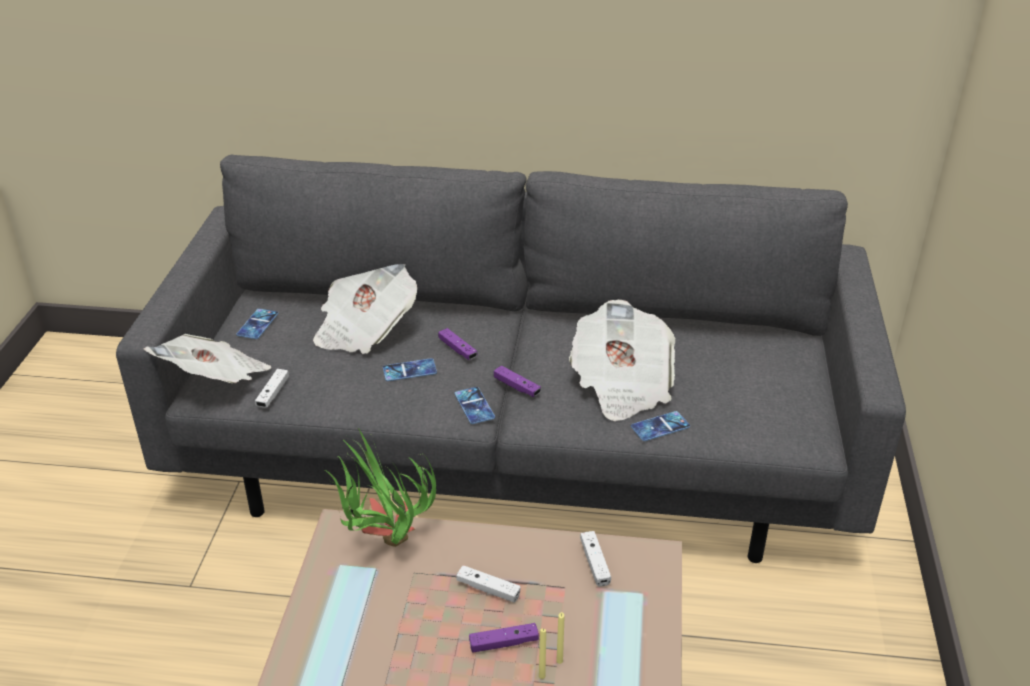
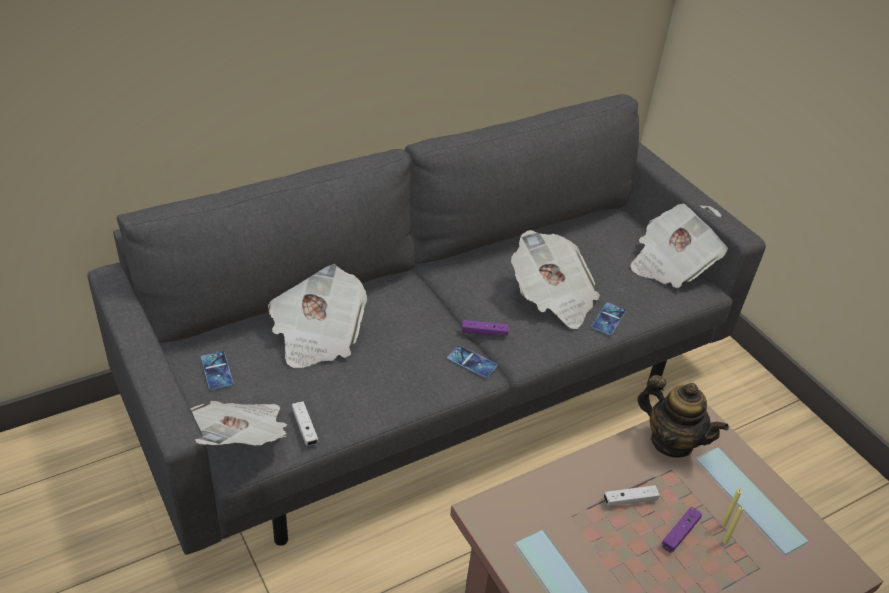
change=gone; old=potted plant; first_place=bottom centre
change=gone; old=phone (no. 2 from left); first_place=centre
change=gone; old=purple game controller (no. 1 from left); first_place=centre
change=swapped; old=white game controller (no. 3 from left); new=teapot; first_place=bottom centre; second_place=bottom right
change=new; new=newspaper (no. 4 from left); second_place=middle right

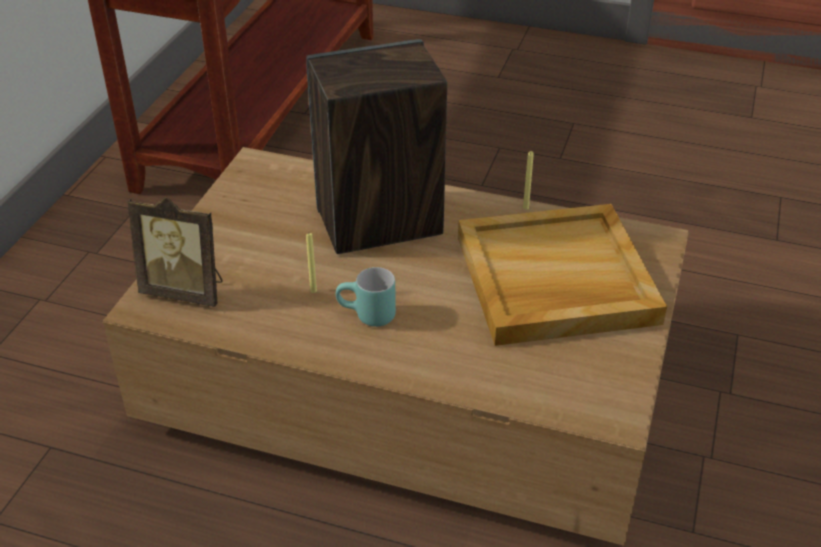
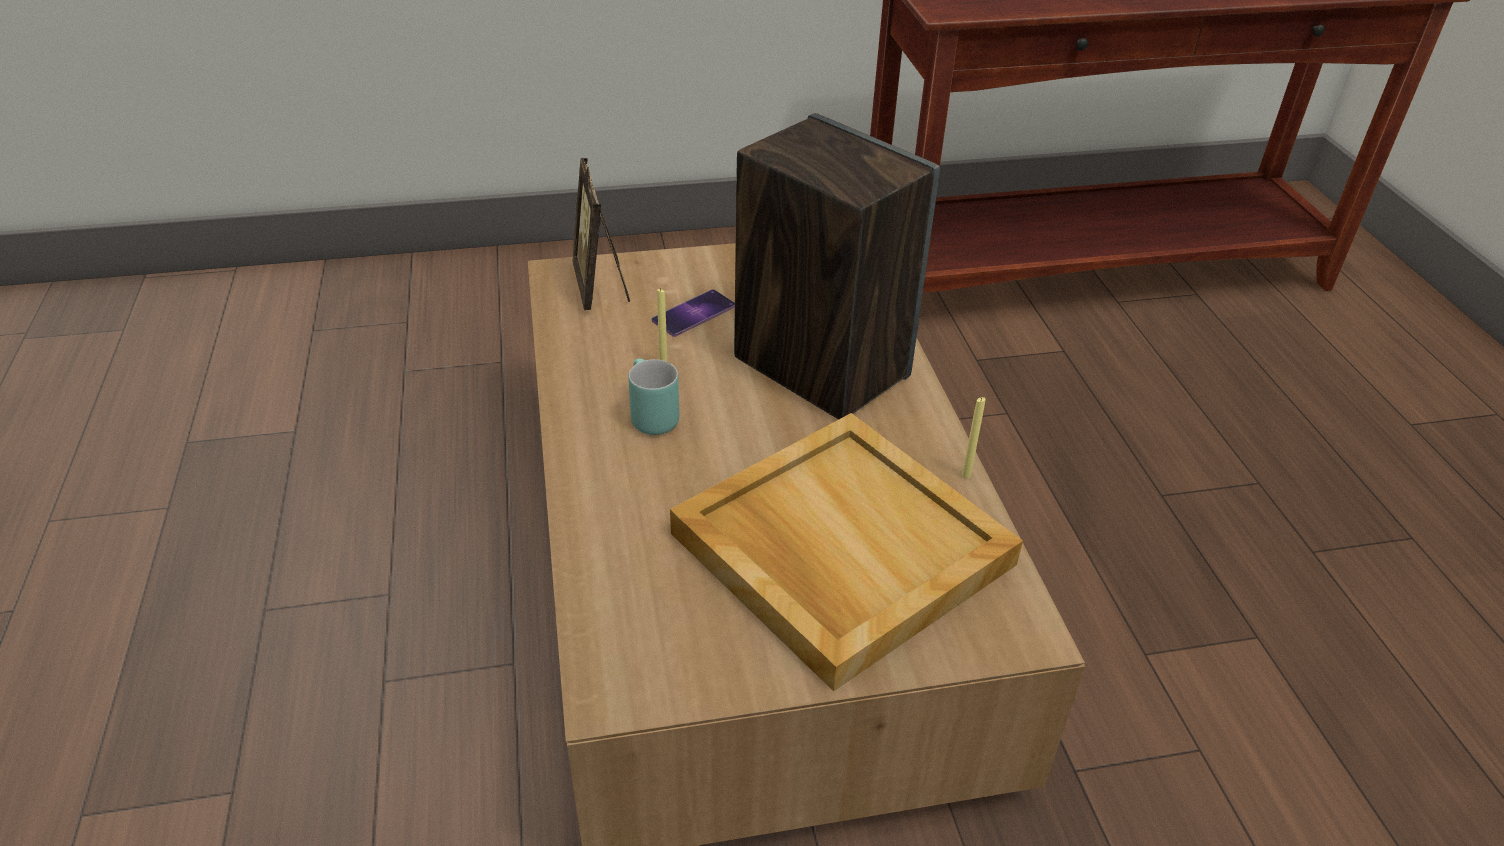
change=new; new=phone; second_place=centre

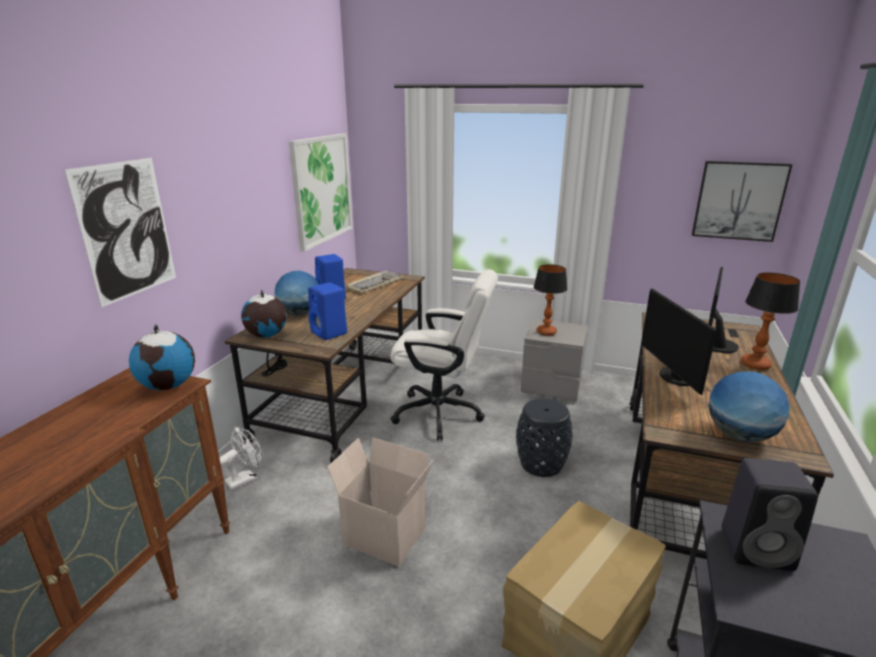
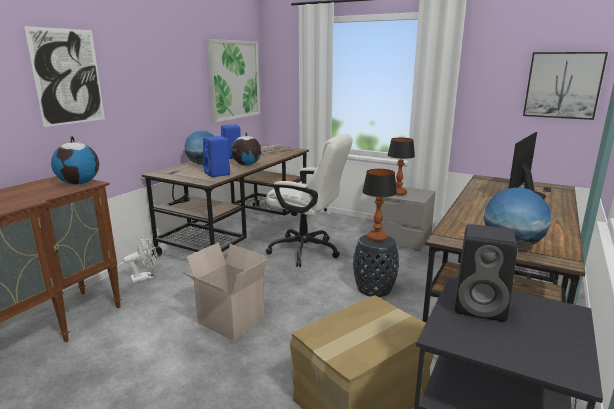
change=shifted; old=globe (no. 2 from left in the first image); new=globe (no. 3 from left); first_place=middle left; second_place=centre
change=gone; old=monitor (no. 1 from left); first_place=middle right
change=shifted; old=table lamp (no. 2 from left in the first image); new=table lamp (no. 1 from left); first_place=middle right; second_place=centre

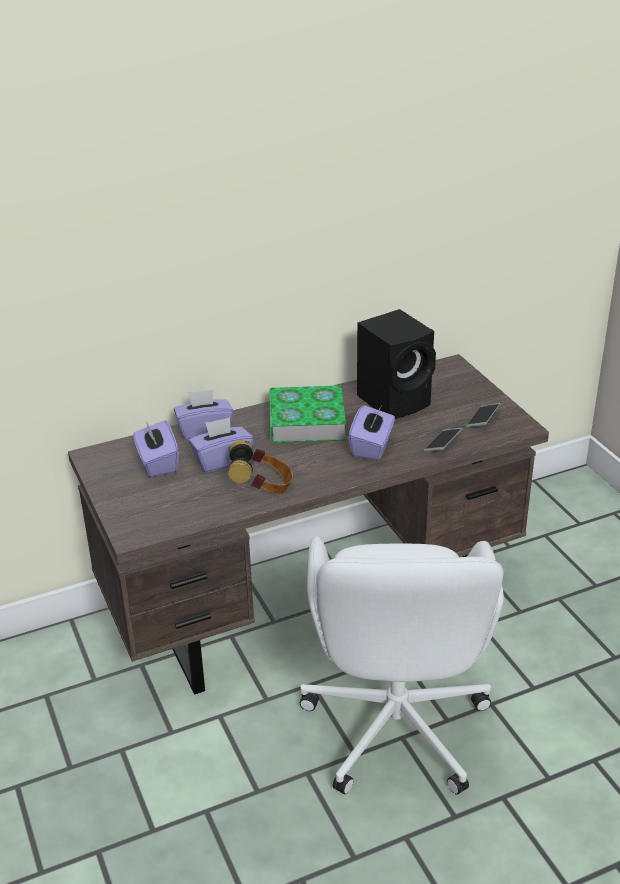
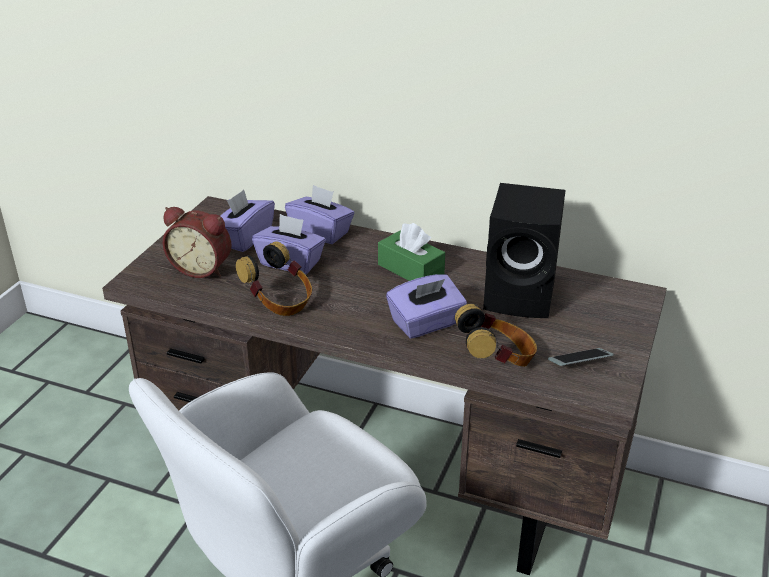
change=swapped; old=book; new=green tissue box; first_place=centre; second_place=centre
change=swapped; old=phone (no. 1 from left); new=headphones (no. 2 from left); first_place=middle right; second_place=centre
change=new; new=alarm clock; second_place=middle left

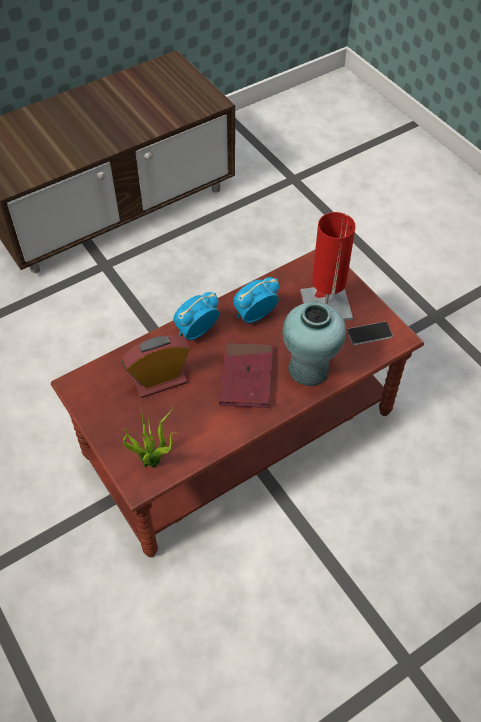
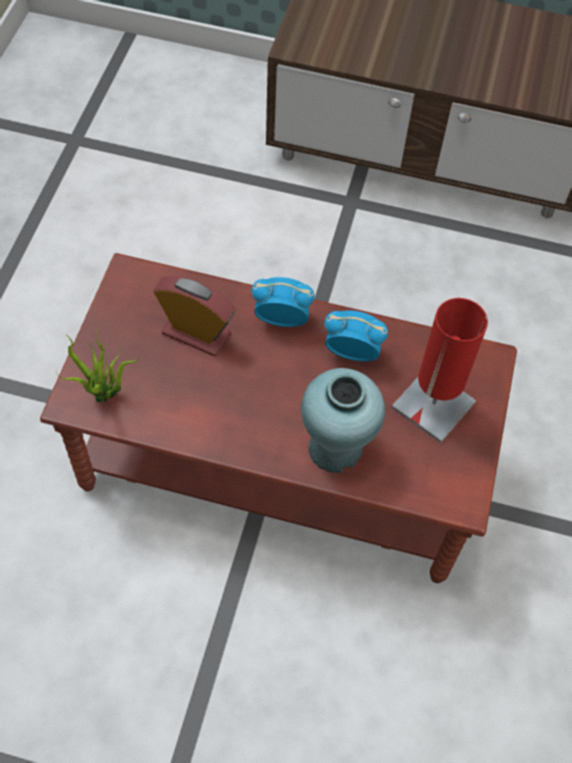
change=gone; old=red book; first_place=centre
change=gone; old=phone; first_place=middle right

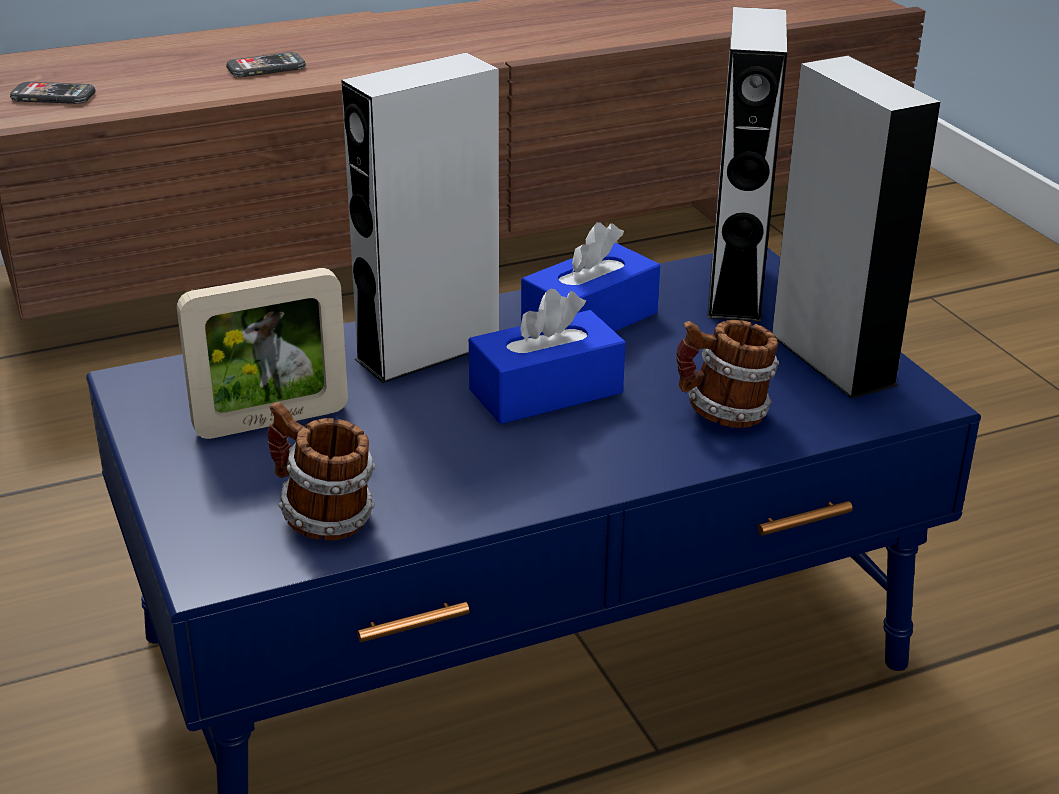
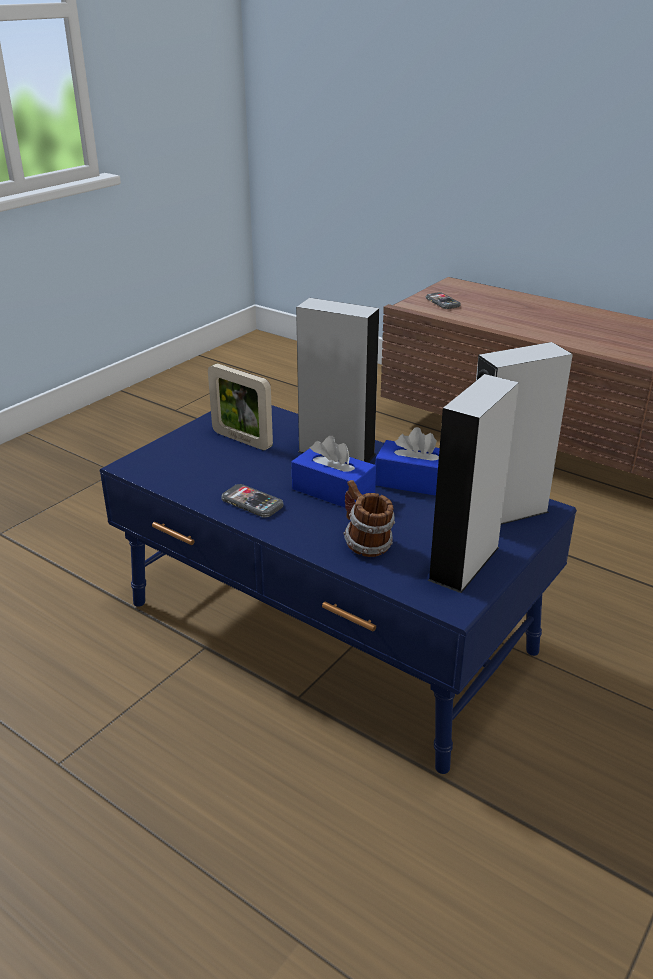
change=shifted; old=phone (no. 2 from left in the first image); new=phone (no. 1 from left); first_place=top left; second_place=centre
change=gone; old=mug (no. 1 from left); first_place=middle left

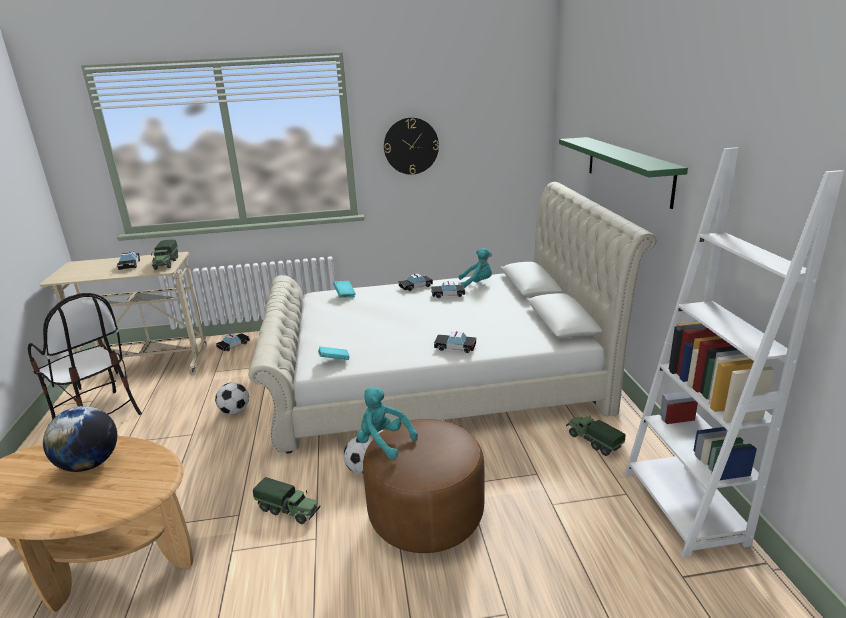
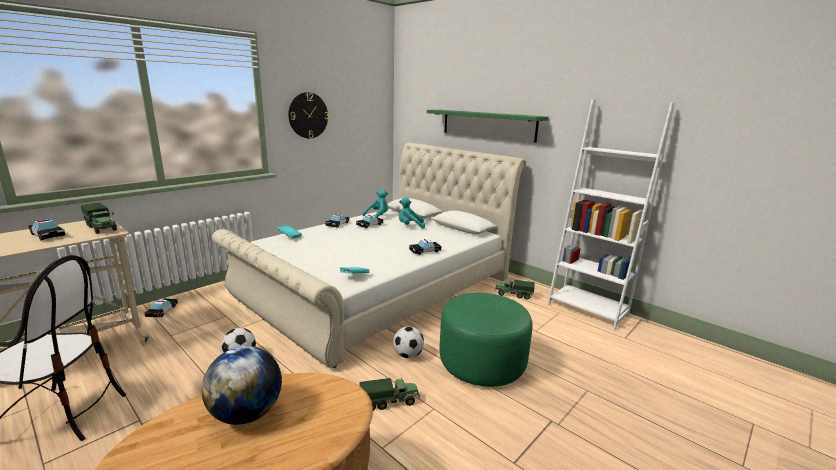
change=shifted; old=turquoise plush toy (no. 1 from left in the first image); new=turquoise plush toy (no. 2 from left); first_place=bottom centre; second_place=centre
change=repainted; old=brown ottoman; new=green ottoman; first_place=bottom centre; second_place=bottom centre

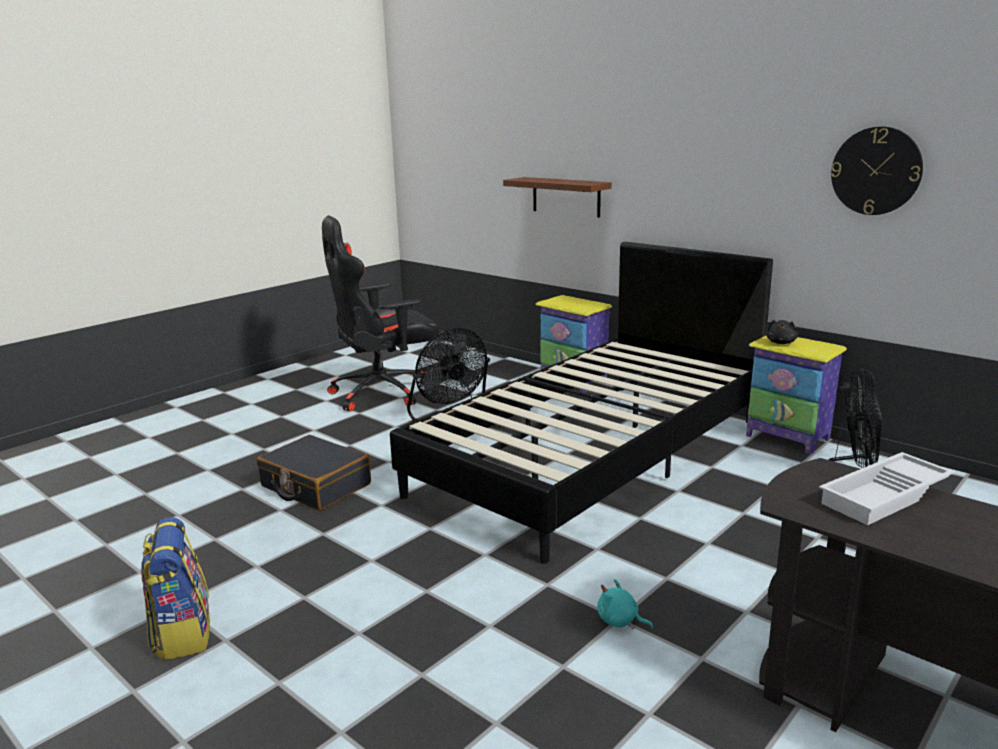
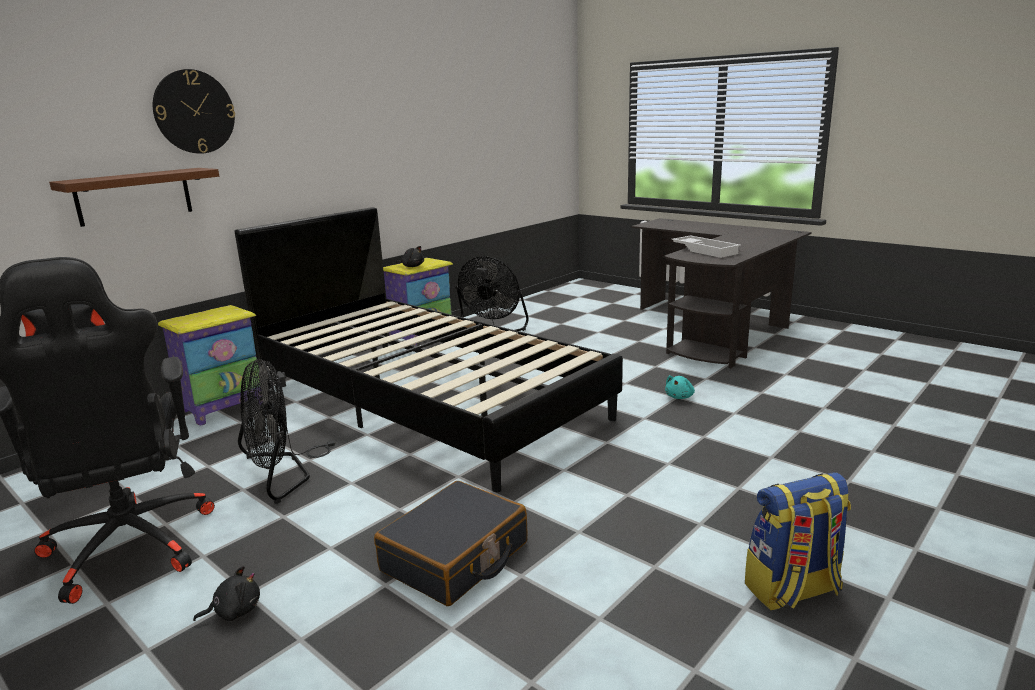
change=shifted; old=wall clock; first_place=top right; second_place=top left
change=new; new=black plush toy (no. 1 from left); second_place=bottom left

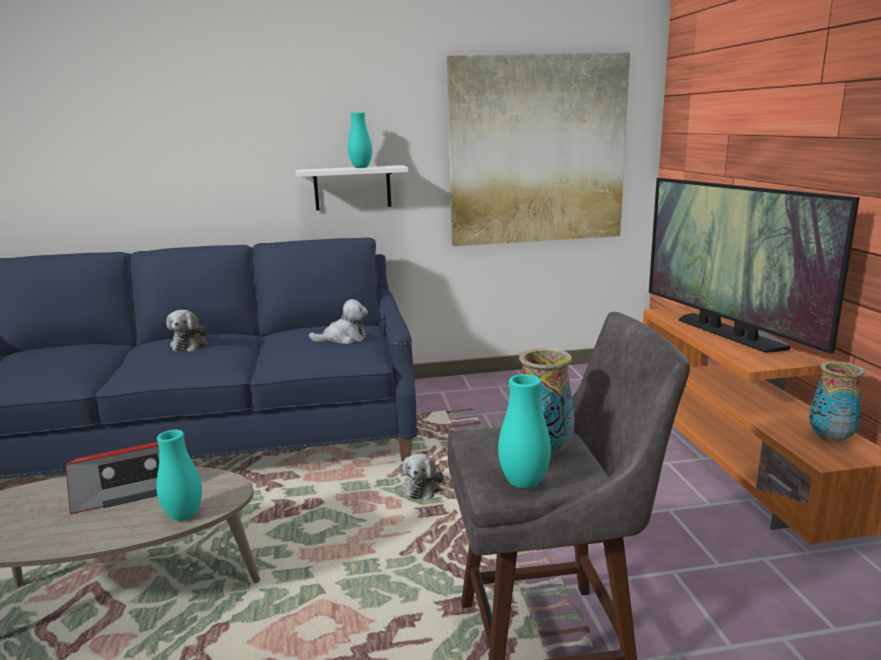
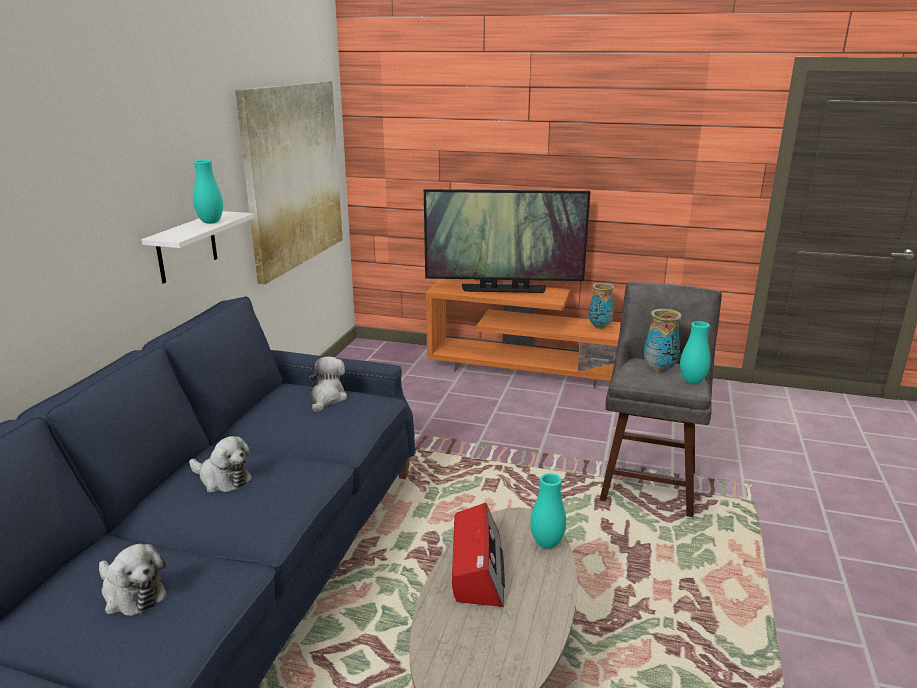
change=shifted; old=plush toy (no. 3 from left in the first image); new=plush toy (no. 1 from left); first_place=bottom centre; second_place=bottom left

